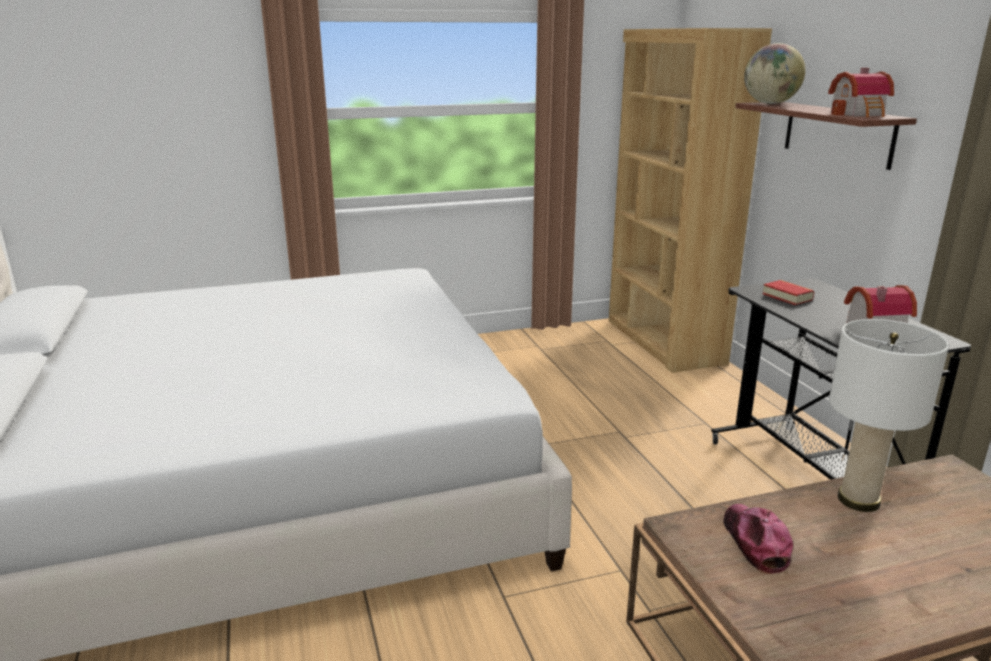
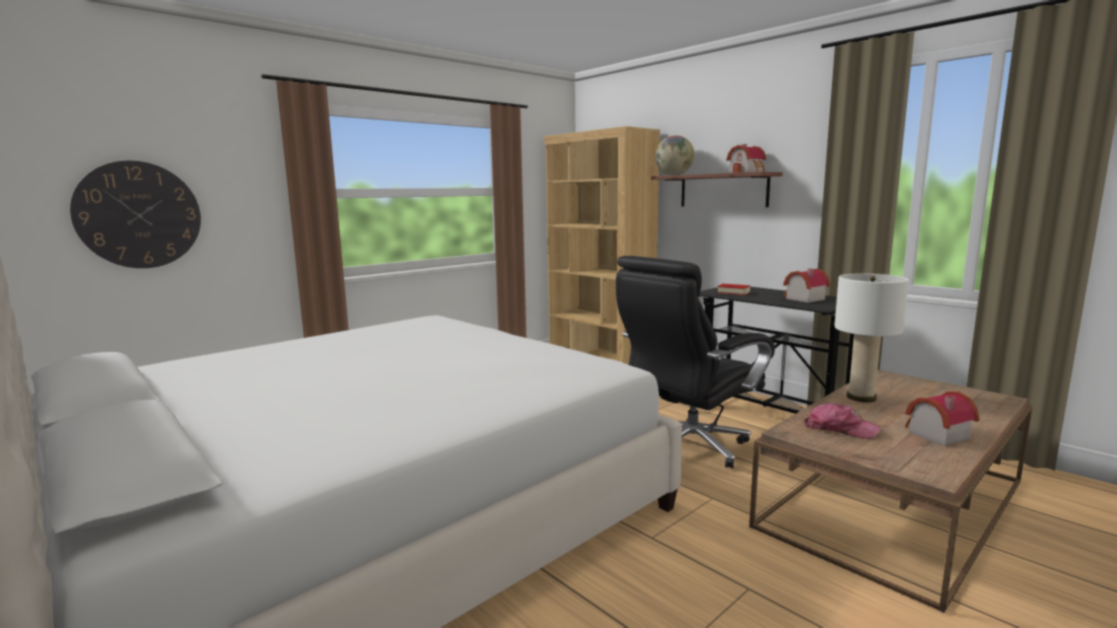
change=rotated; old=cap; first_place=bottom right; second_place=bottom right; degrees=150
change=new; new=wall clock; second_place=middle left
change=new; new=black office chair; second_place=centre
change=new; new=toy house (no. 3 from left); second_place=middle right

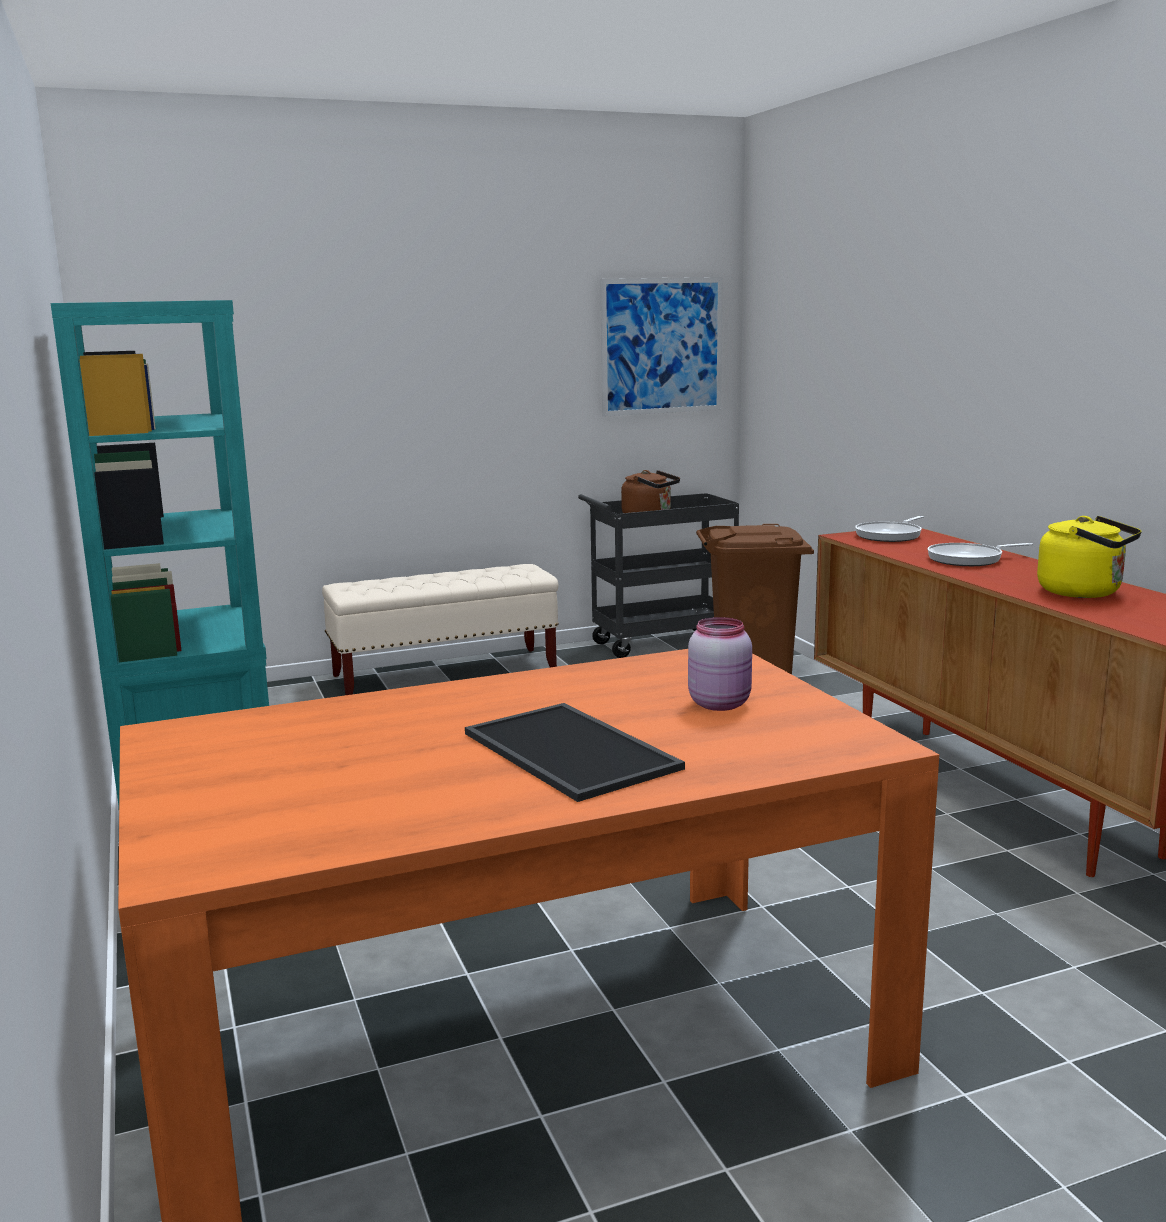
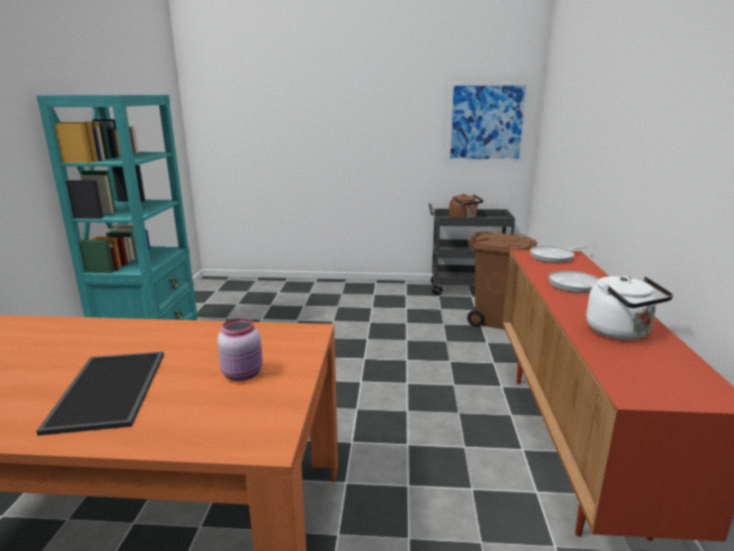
change=gone; old=beige bench; first_place=centre
change=repainted; old=yellow kettle; new=white kettle; first_place=middle right; second_place=middle right

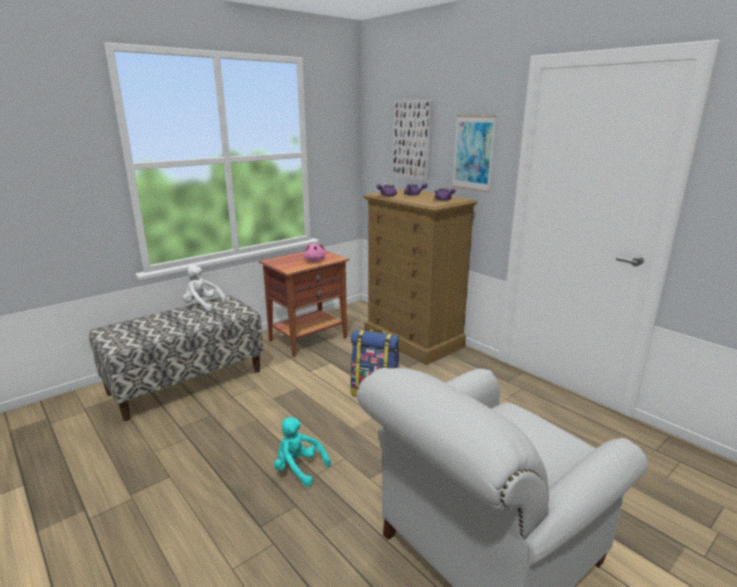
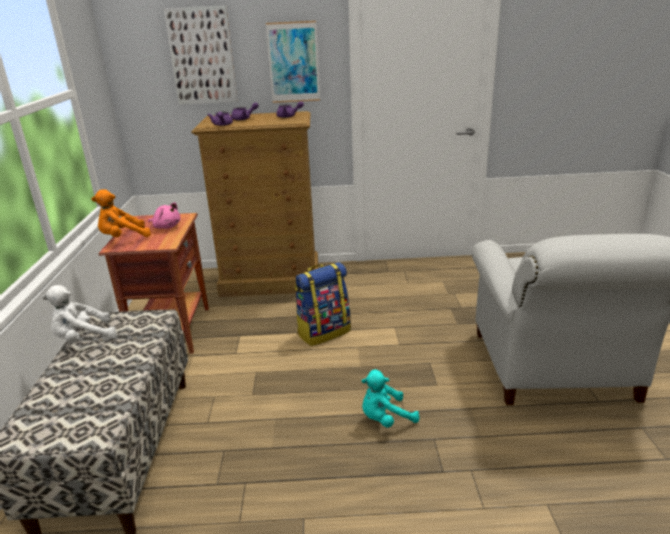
change=new; new=orange plush toy; second_place=middle left

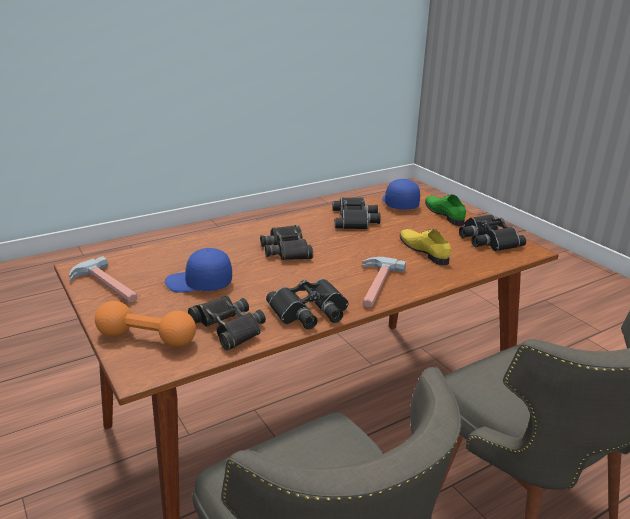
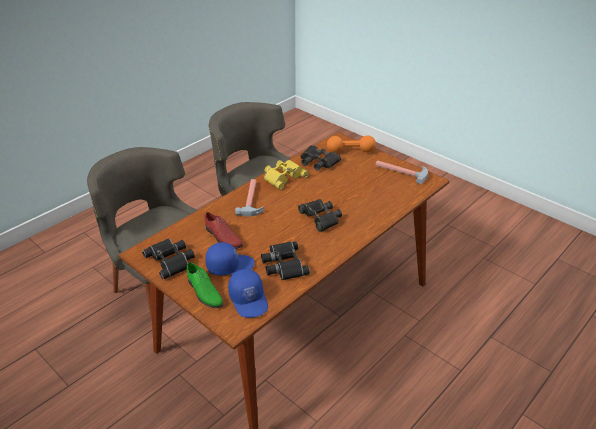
change=shifted; old=blue cap (no. 1 from left); first_place=middle left; second_place=centre
change=repainted; old=black binoculars (no. 3 from left); new=yellow binoculars; first_place=centre; second_place=centre
change=repainted; old=yellow shoe; new=red shoe; first_place=middle right; second_place=centre

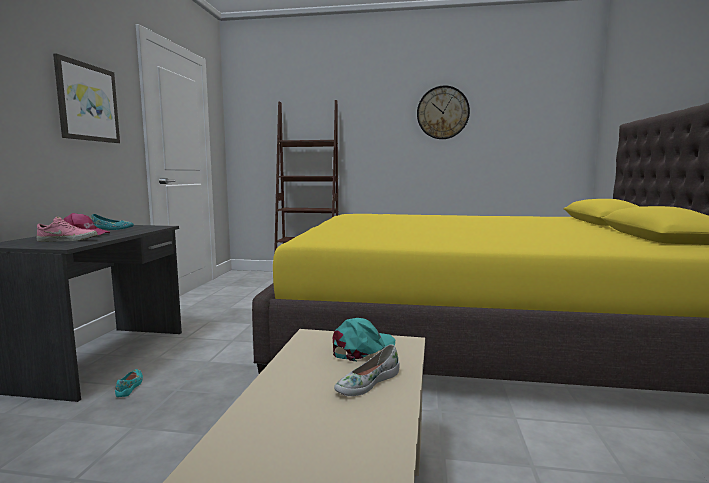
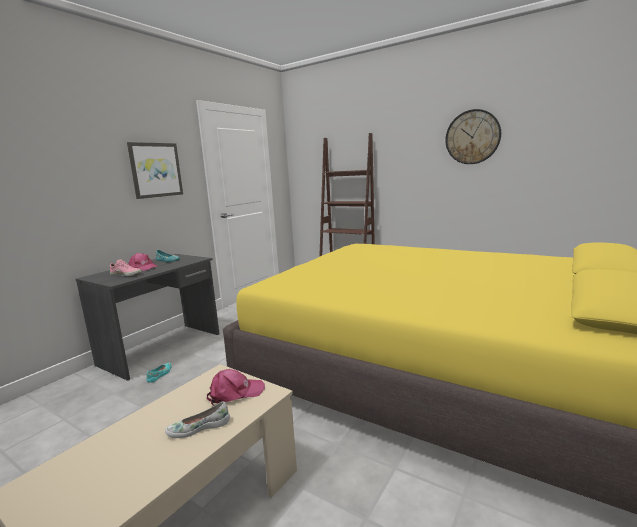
change=repainted; old=turquoise cap; new=pink cap (no. 2 from left); first_place=bottom centre; second_place=bottom centre

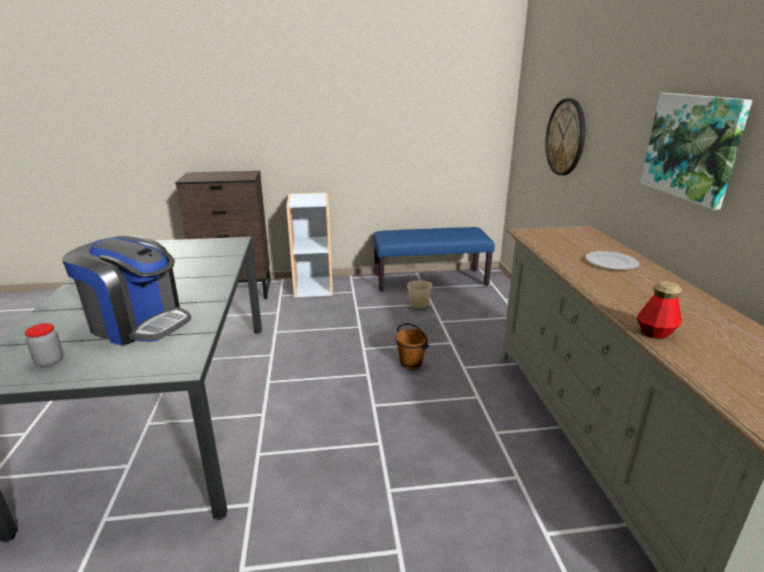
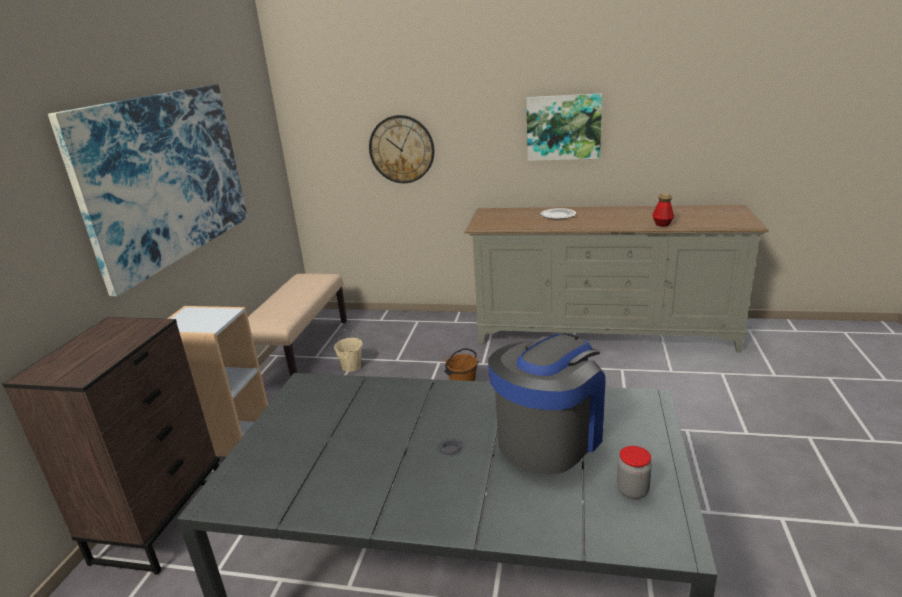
change=repainted; old=blue bench; new=beige bench; first_place=centre; second_place=middle left
change=new; new=picture (no. 1 from left); second_place=top left

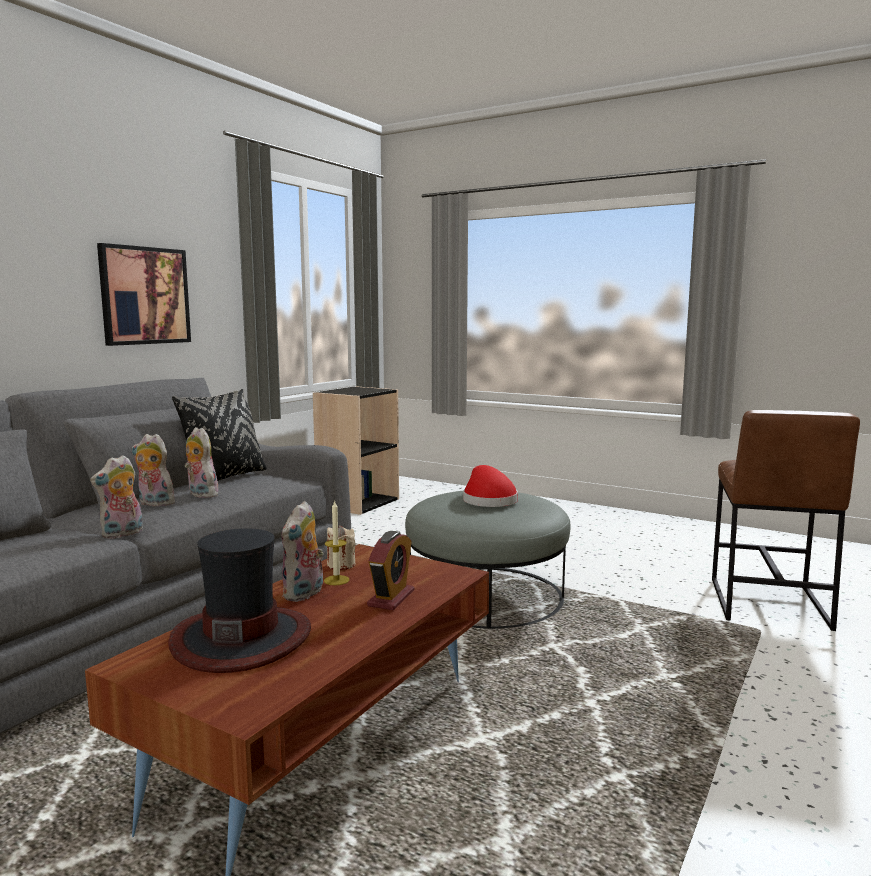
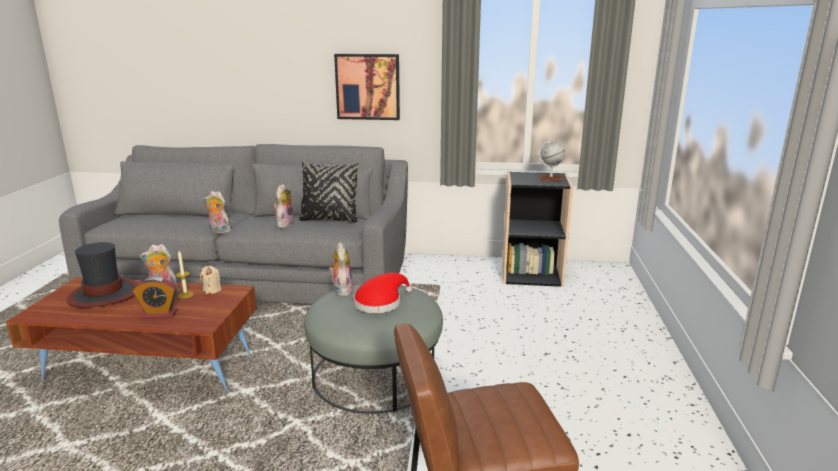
change=shifted; old=plush toy (no. 2 from left in the first image); new=plush toy (no. 4 from left); first_place=middle left; second_place=centre
change=new; new=globe; second_place=centre

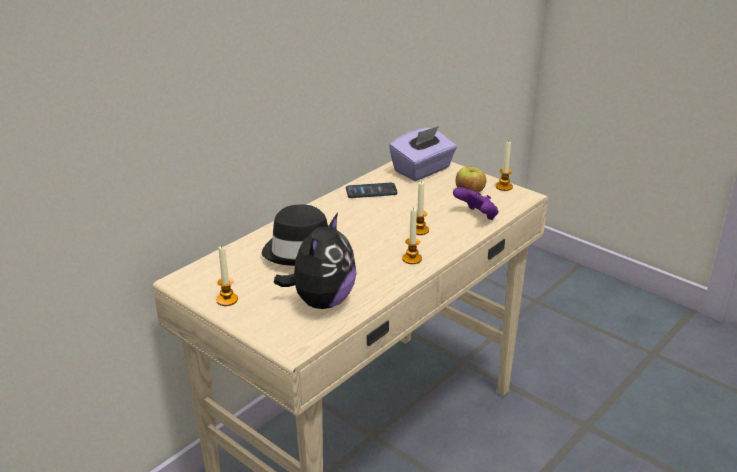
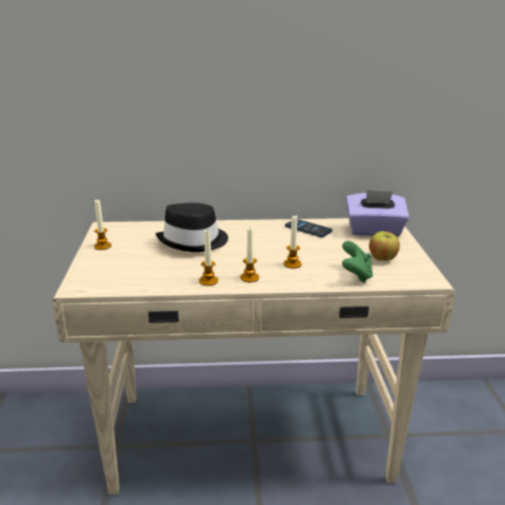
change=gone; old=plush toy; first_place=centre
change=repainted; old=purple game controller; new=green game controller; first_place=centre; second_place=middle right
change=shifted; old=candle (no. 4 from left in the first image); new=candle (no. 2 from left); first_place=middle right; second_place=centre

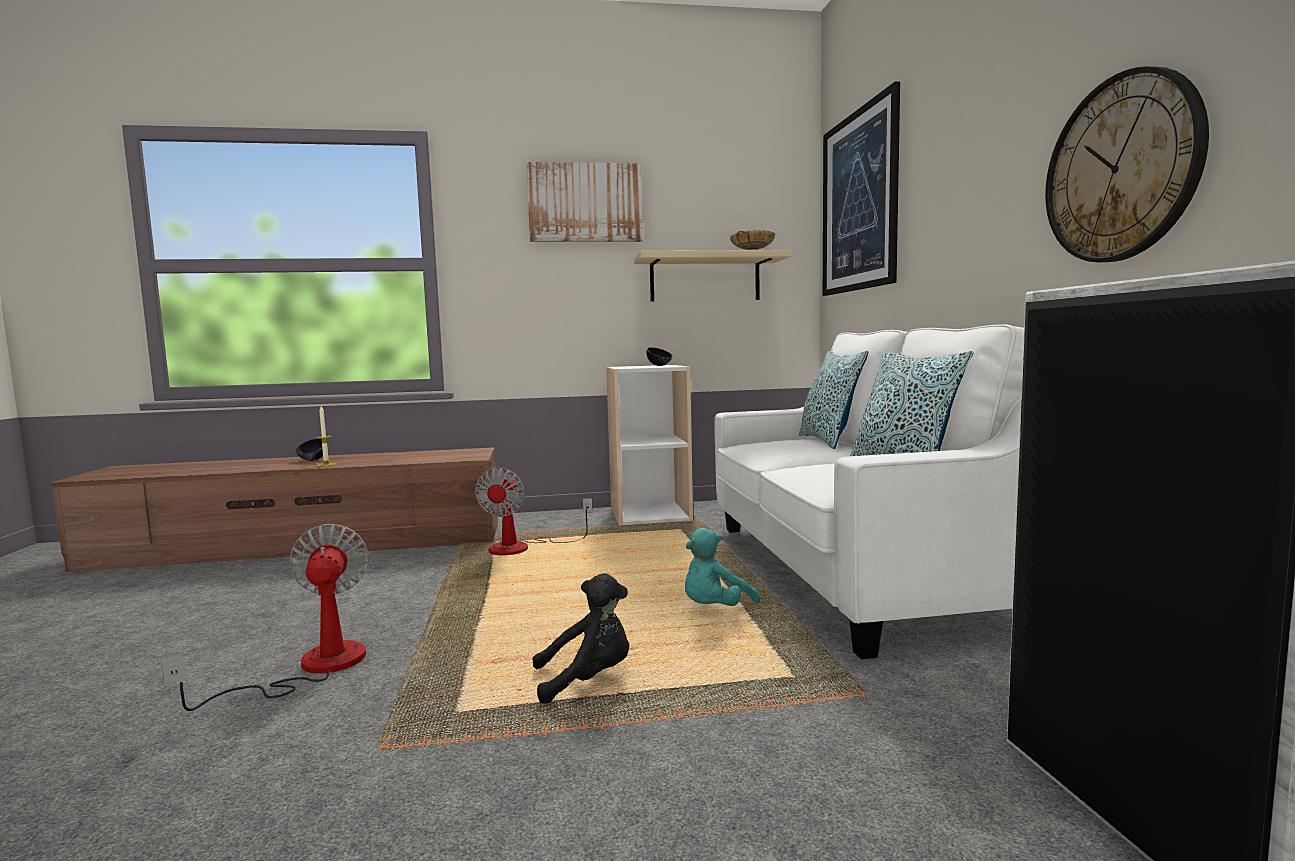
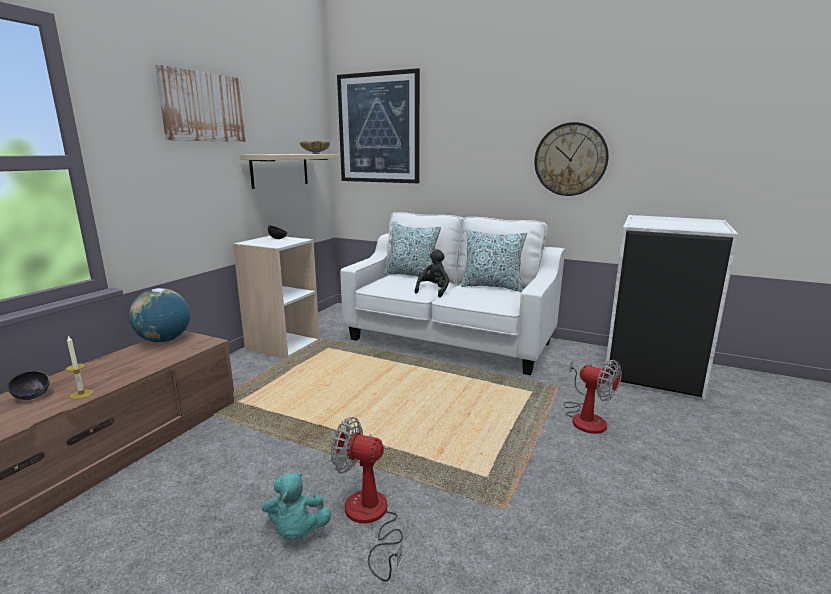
change=shifted; old=fan (no. 2 from left); first_place=centre; second_place=bottom right
change=shifted; old=black plush toy; first_place=bottom centre; second_place=centre
change=shifted; old=turquoise plush toy; first_place=centre; second_place=bottom centre
change=new; new=globe; second_place=middle left

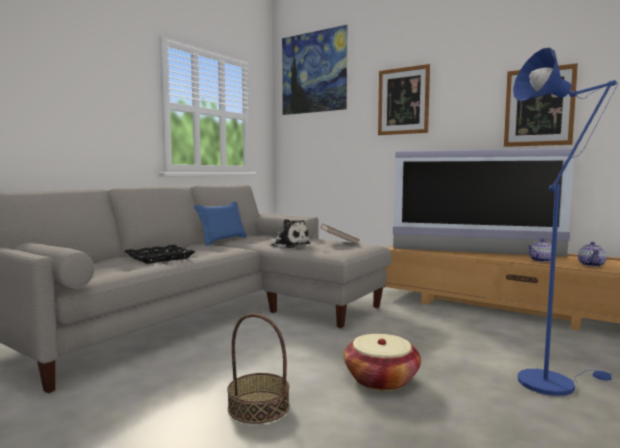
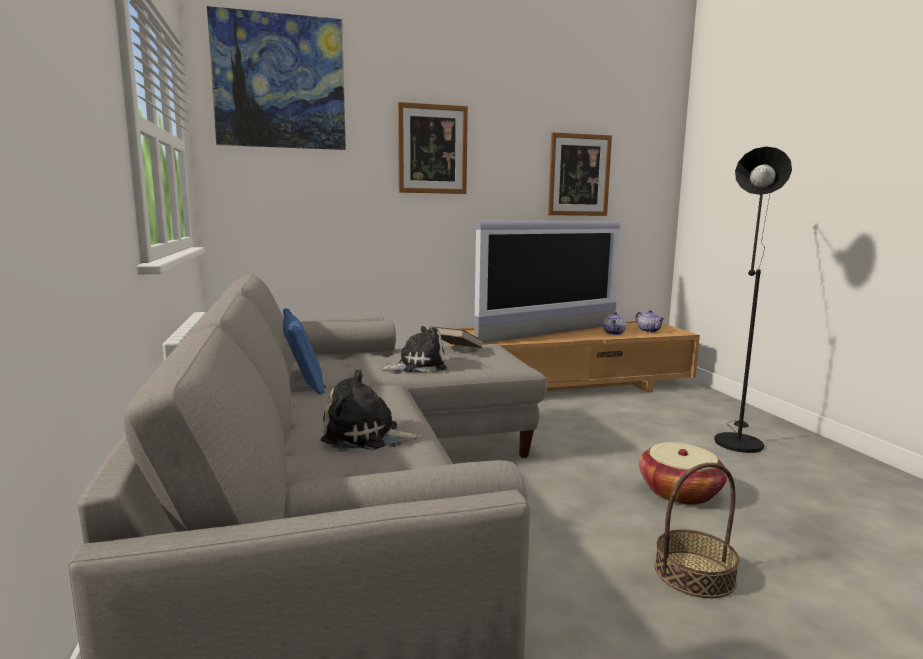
change=swapped; old=black tray; new=plush toy (no. 1 from left); first_place=middle left; second_place=centre
change=repainted; old=blue floor lamp; new=black floor lamp; first_place=middle right; second_place=middle right

